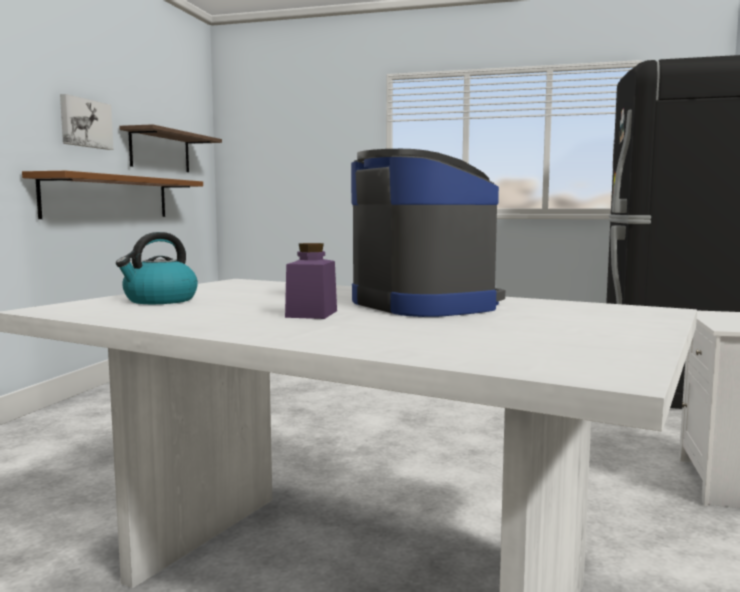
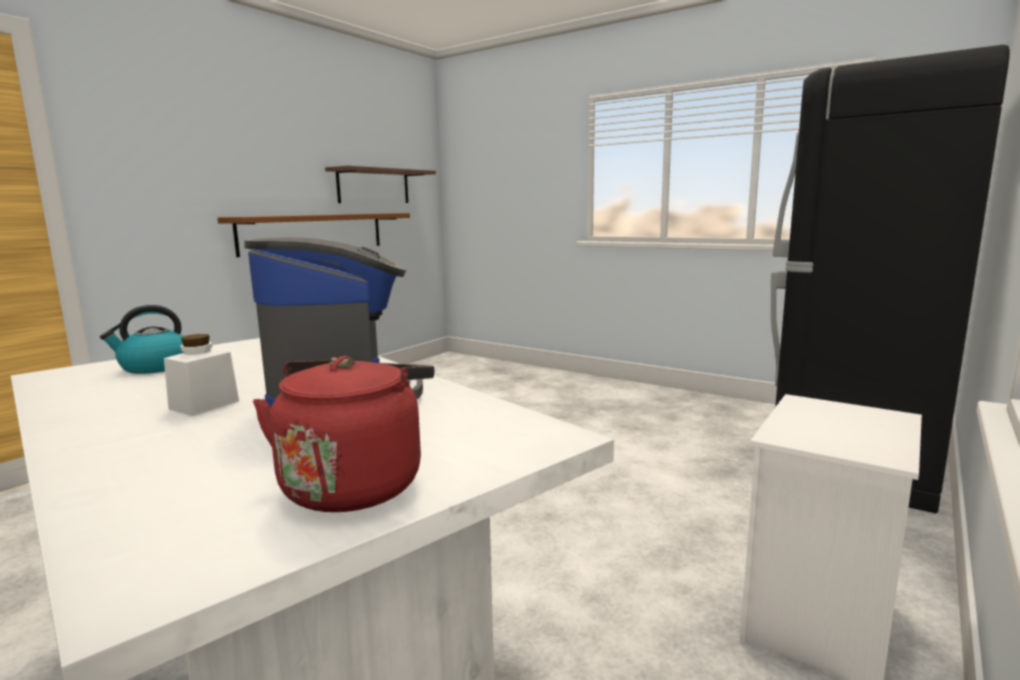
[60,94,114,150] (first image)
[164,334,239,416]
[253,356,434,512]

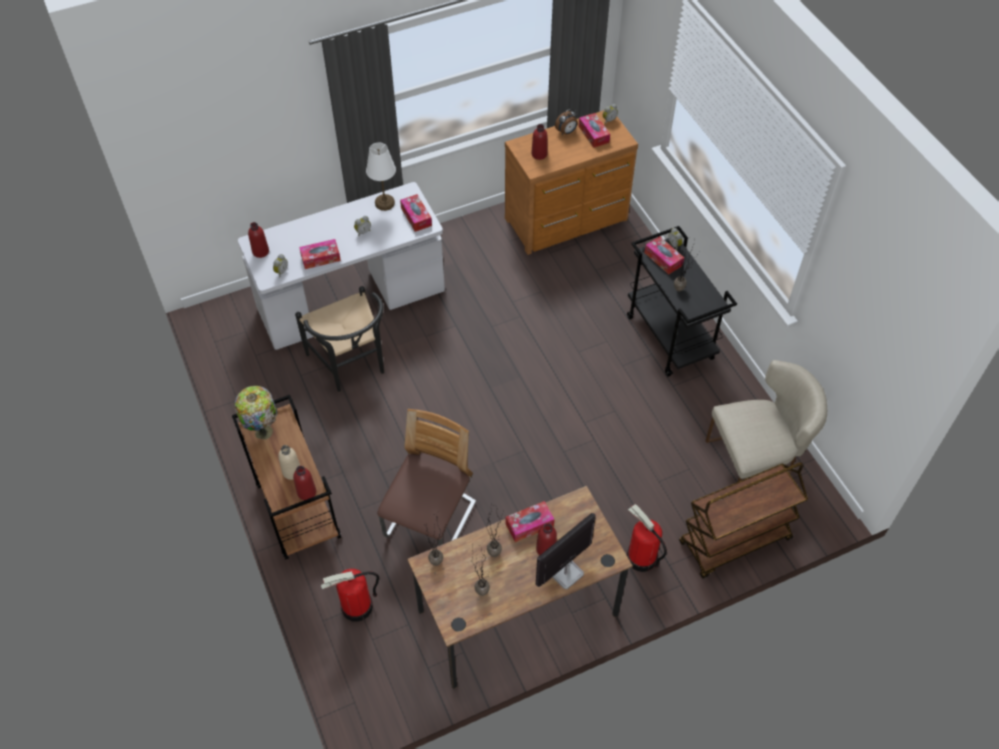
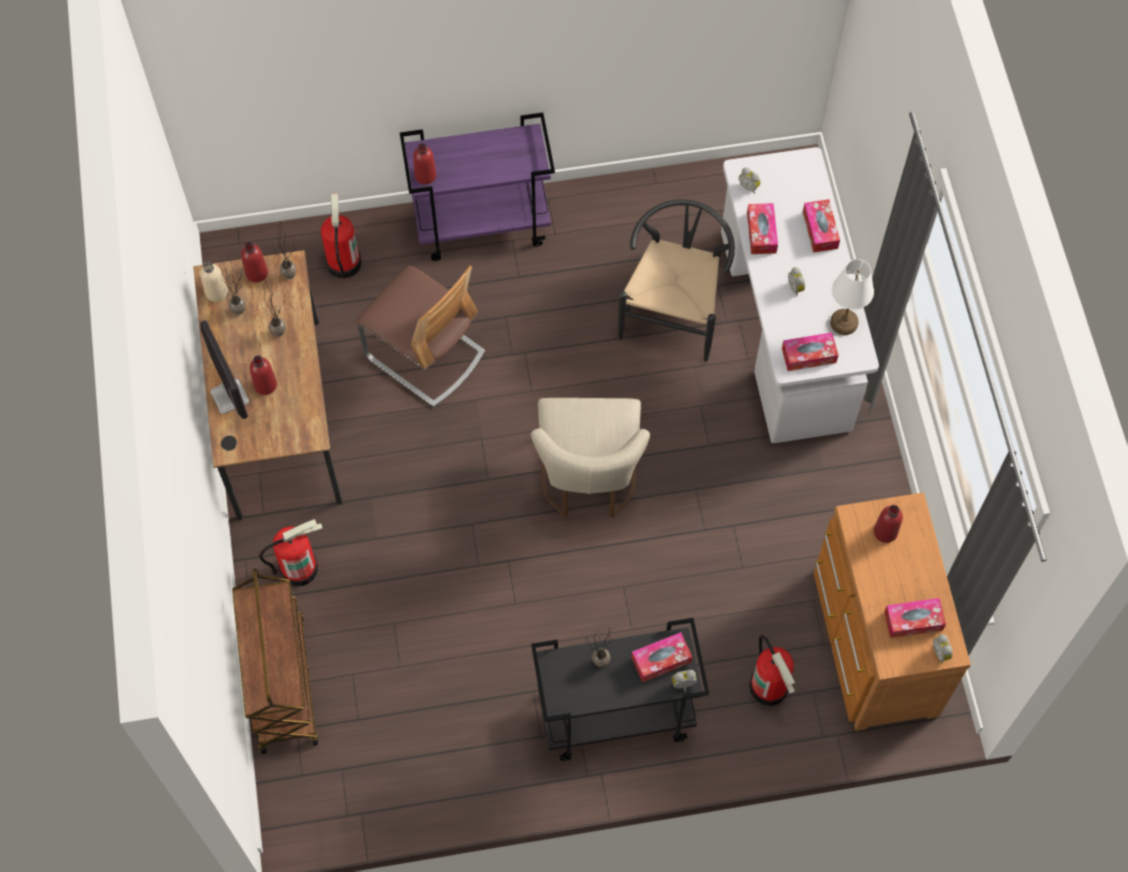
[400,112,555,261]
[235,386,278,440] (first image)
[241,242,268,283]
[200,261,228,302]
[618,199,735,362]
[803,199,840,252]
[555,109,578,135] (first image)
[531,398,650,518]
[749,635,795,706]

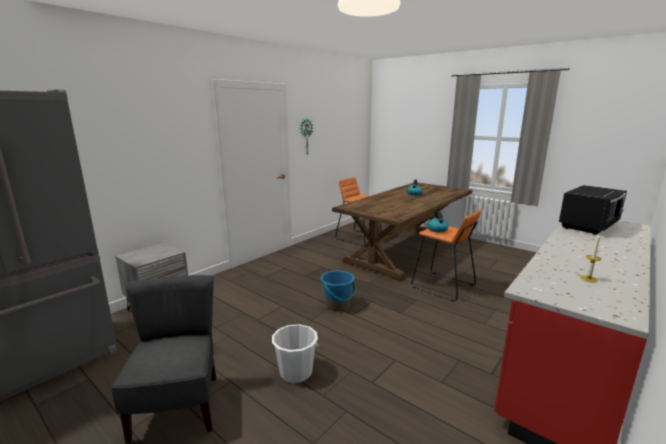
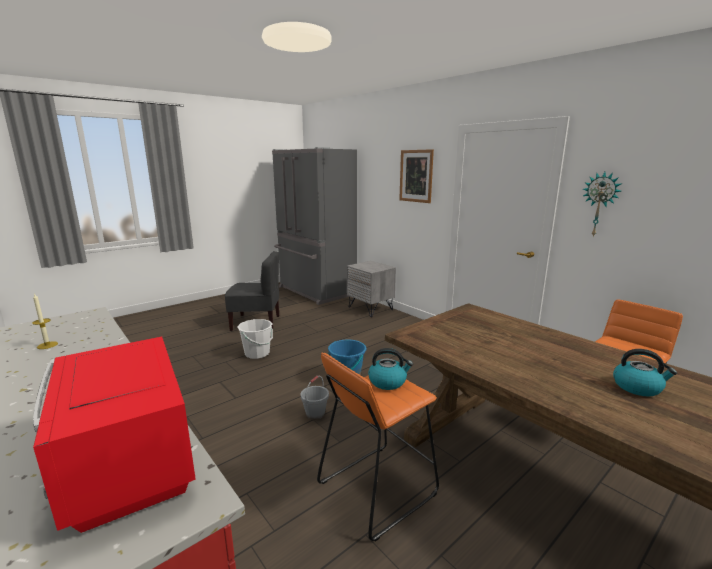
[33,337,196,533]
[301,376,329,420]
[399,149,434,203]

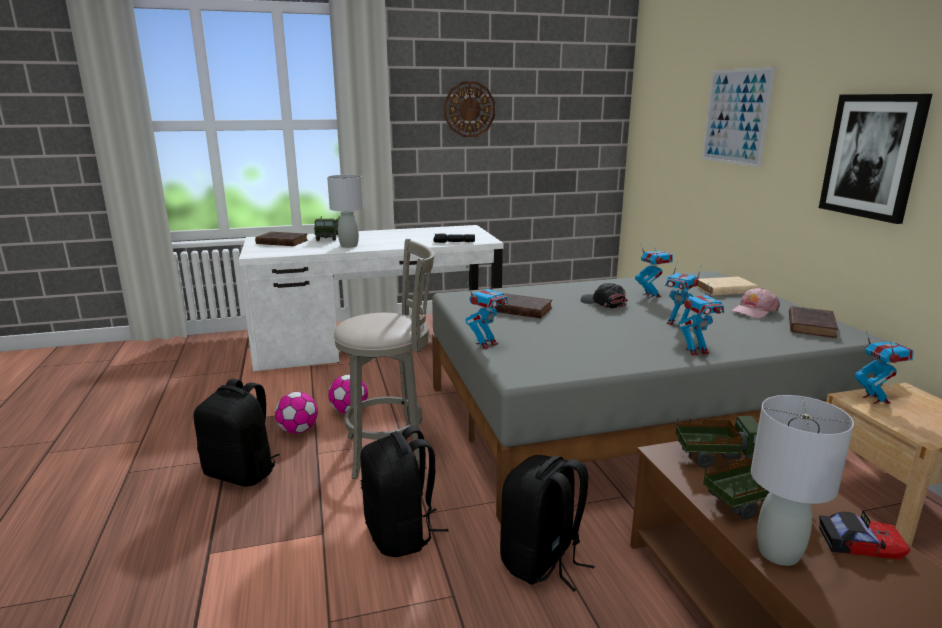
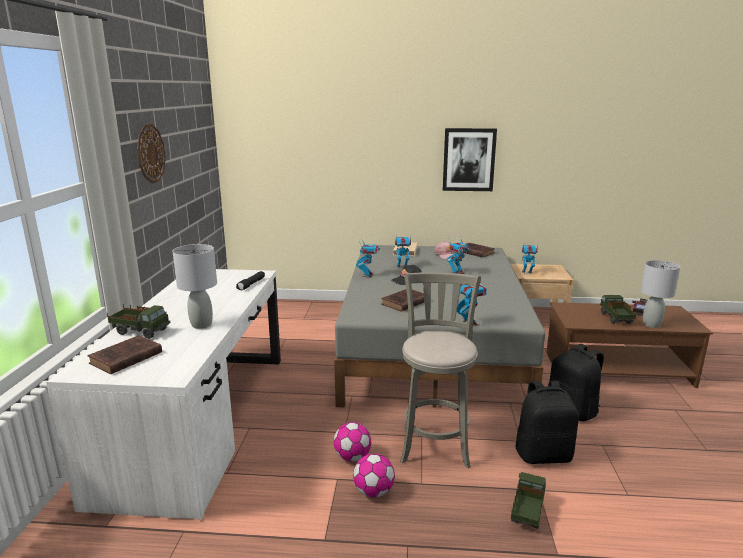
[194,379,280,486] (first image)
[511,472,546,529]
[356,240,380,278]
[702,66,776,168] (first image)

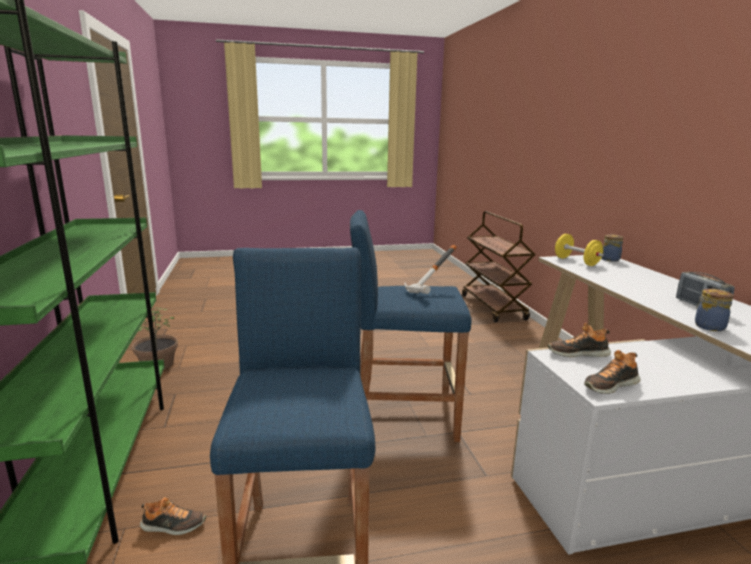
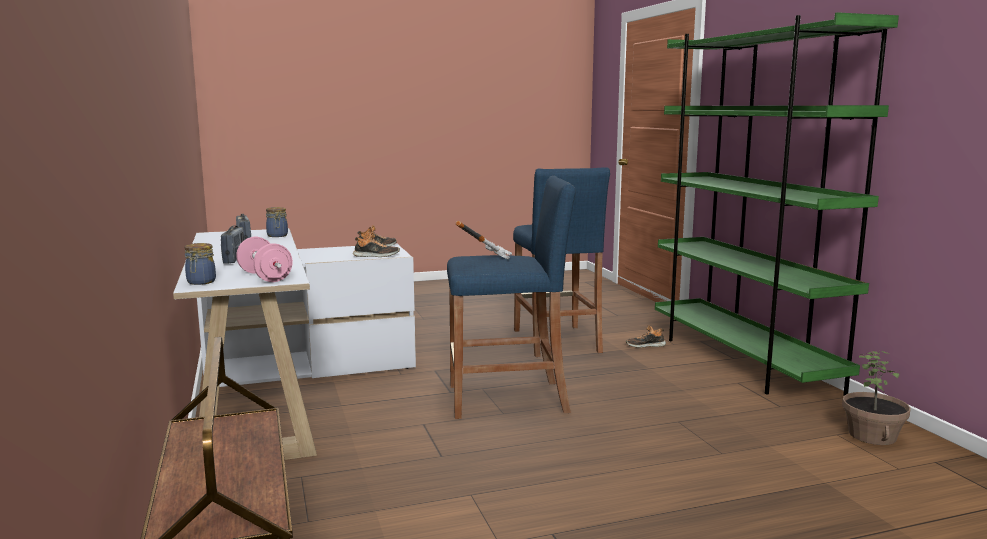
[236,237,293,282]
[221,225,245,263]

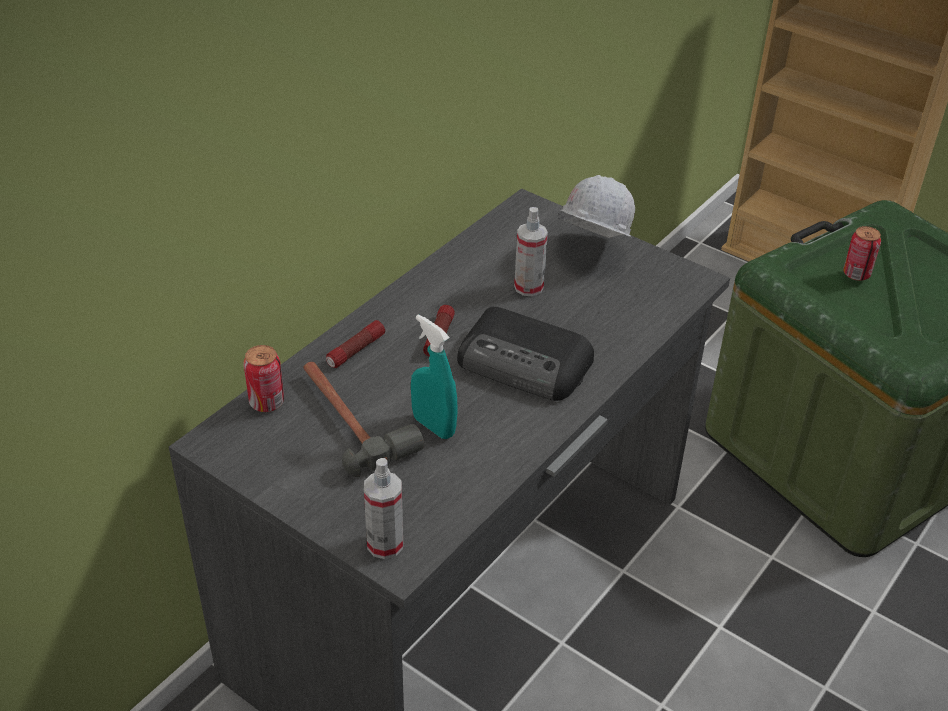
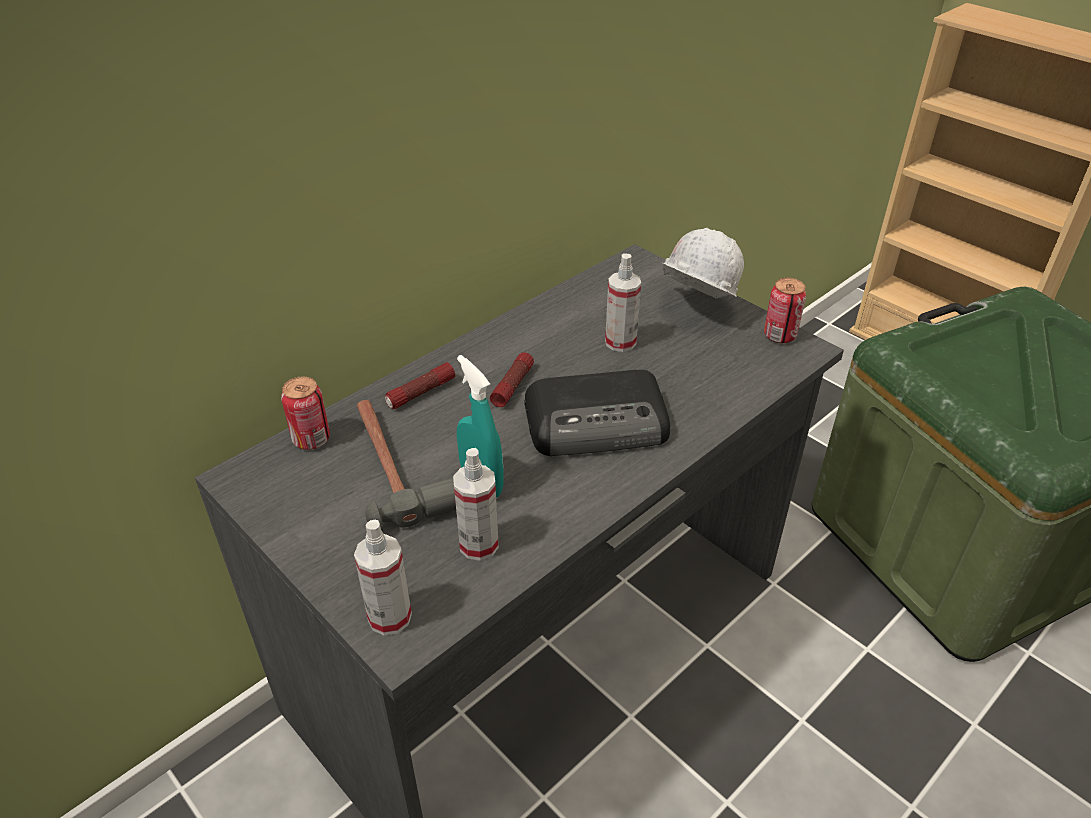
[525,370,670,456]
[764,278,806,343]
[453,448,499,561]

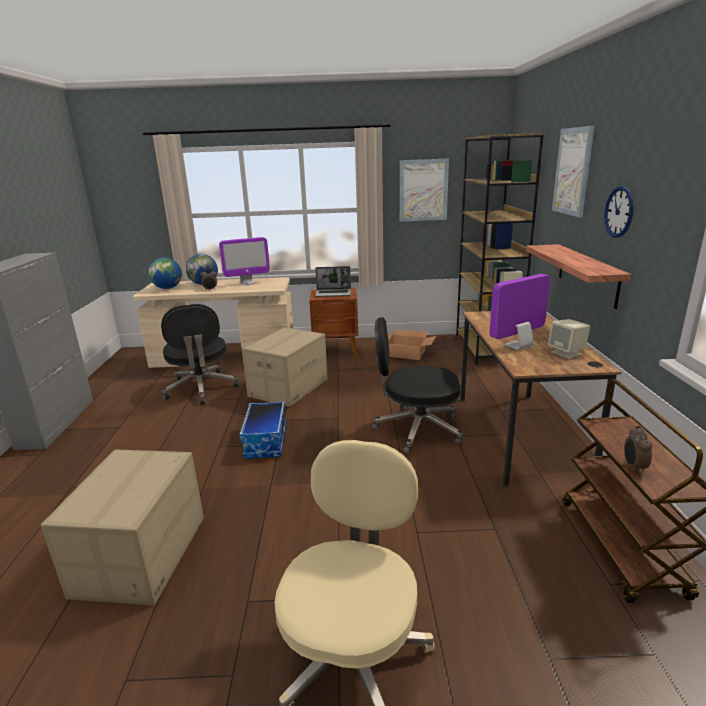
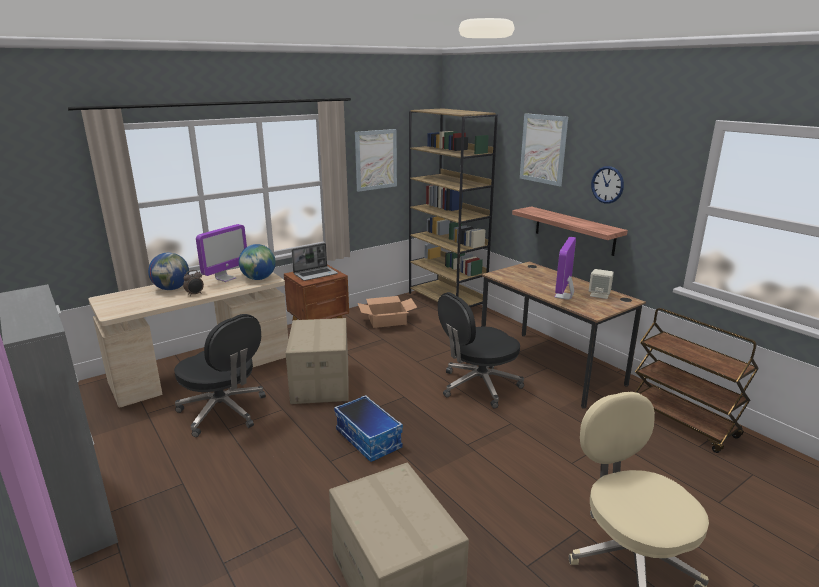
[239,244,276,280]
[624,426,652,473] (first image)

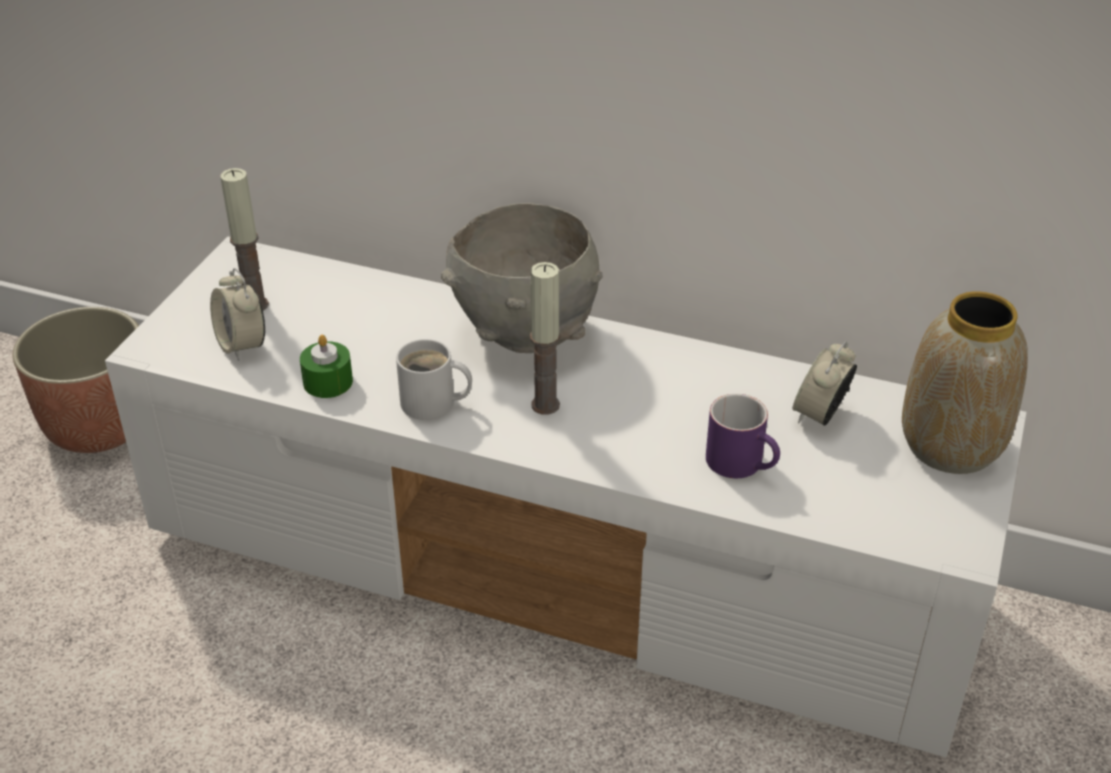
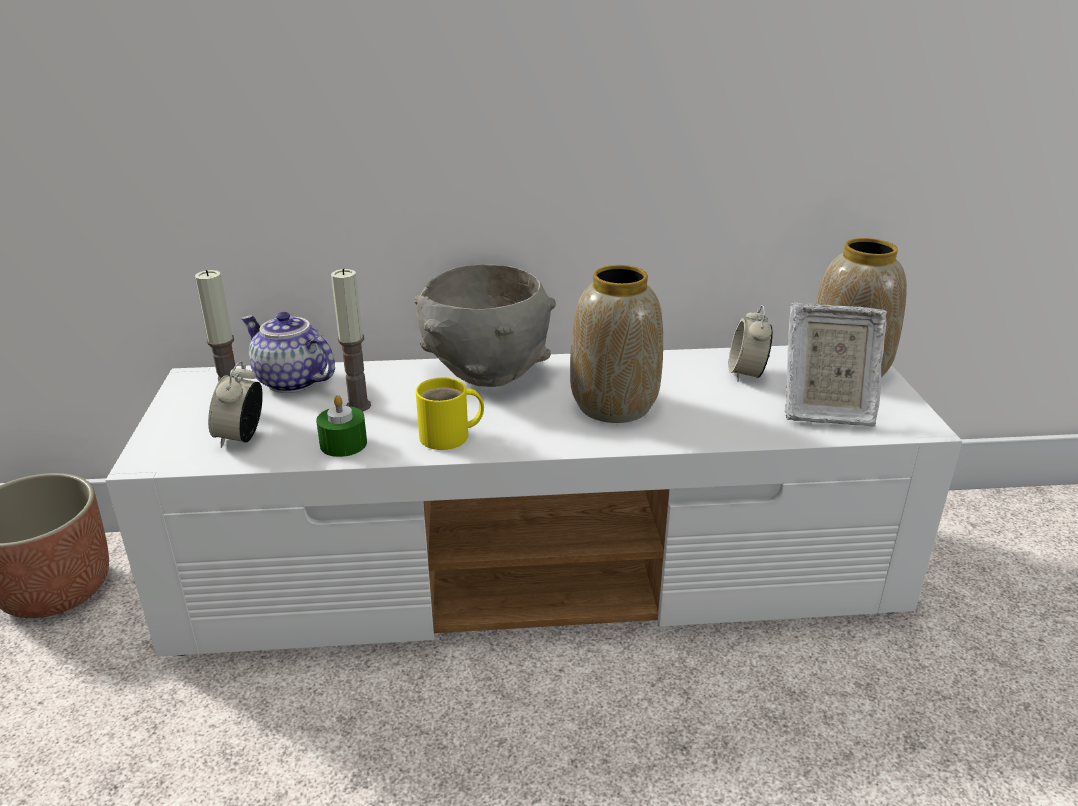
[208,361,263,448]
[416,378,484,450]
[331,269,371,411]
[706,394,780,478] (first image)
[241,312,335,393]
[570,265,663,423]
[785,303,887,427]

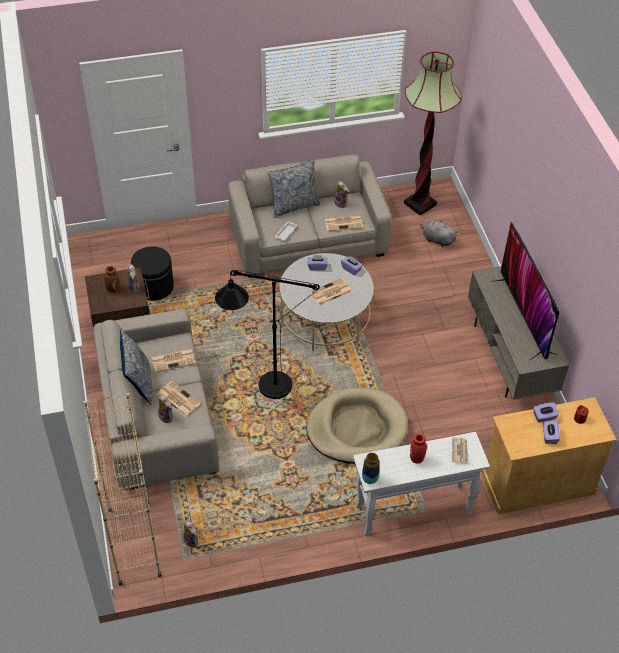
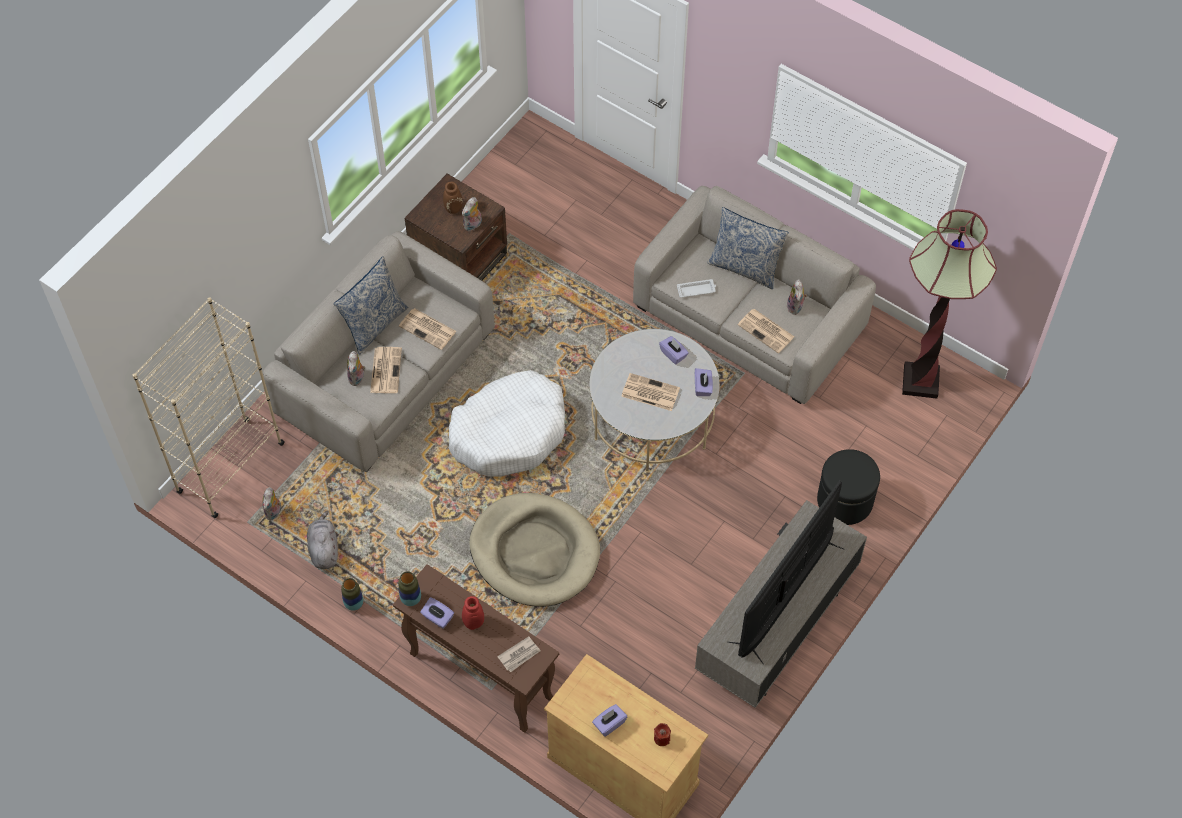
[817,449,880,525]
[449,370,565,477]
[393,564,559,733]
[307,511,338,569]
[420,597,454,629]
[341,578,363,611]

